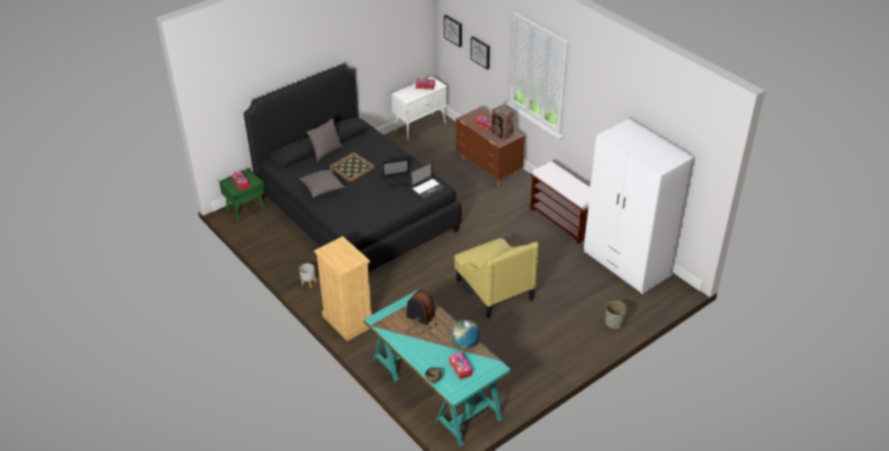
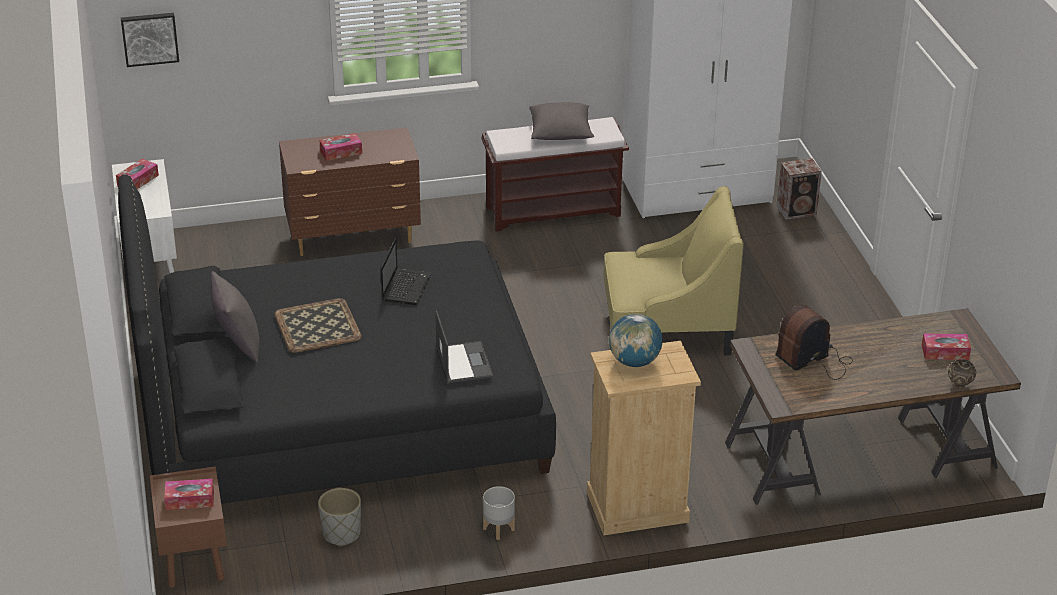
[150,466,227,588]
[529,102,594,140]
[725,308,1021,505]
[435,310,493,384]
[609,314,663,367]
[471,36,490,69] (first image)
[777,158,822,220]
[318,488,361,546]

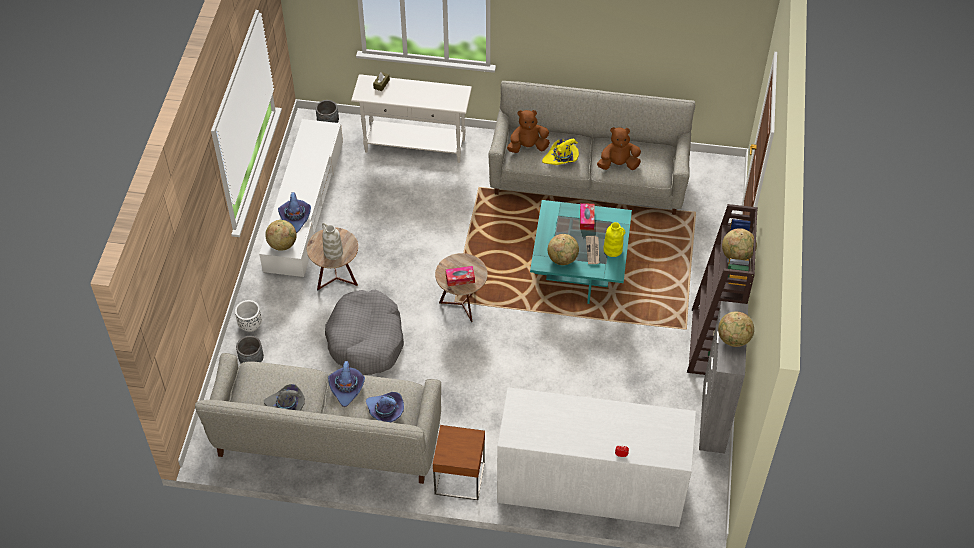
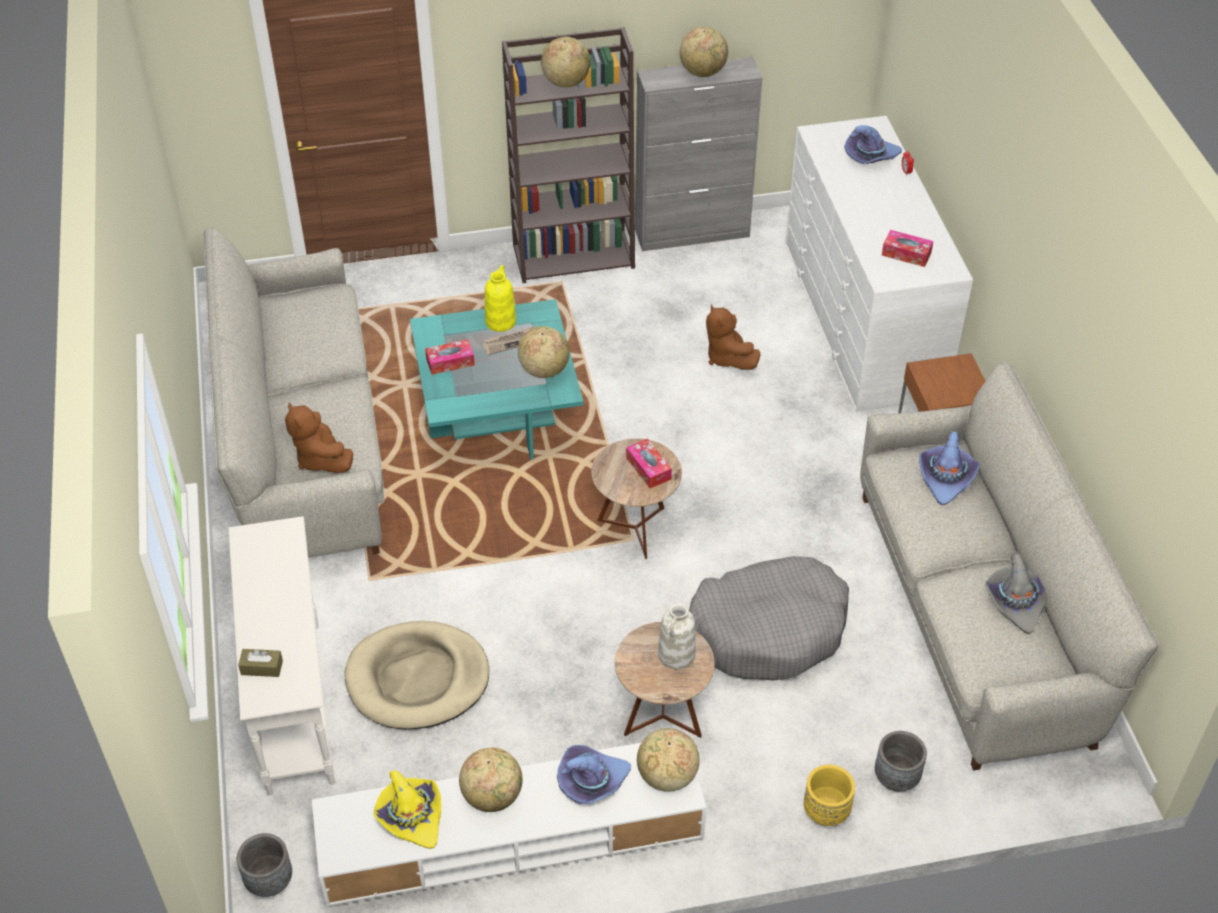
[804,765,855,826]
[844,125,902,164]
[374,770,441,849]
[706,304,761,370]
[345,621,489,729]
[459,748,522,812]
[882,230,933,267]

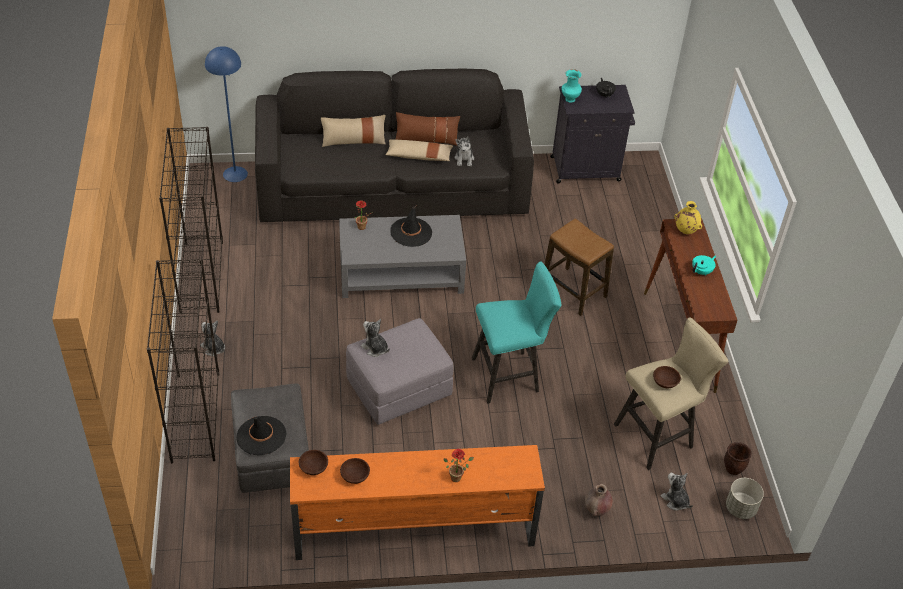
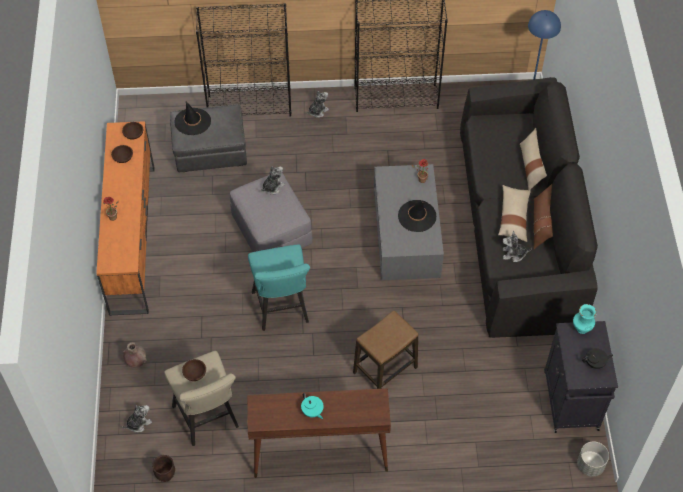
[674,201,702,234] (first image)
[577,441,609,477]

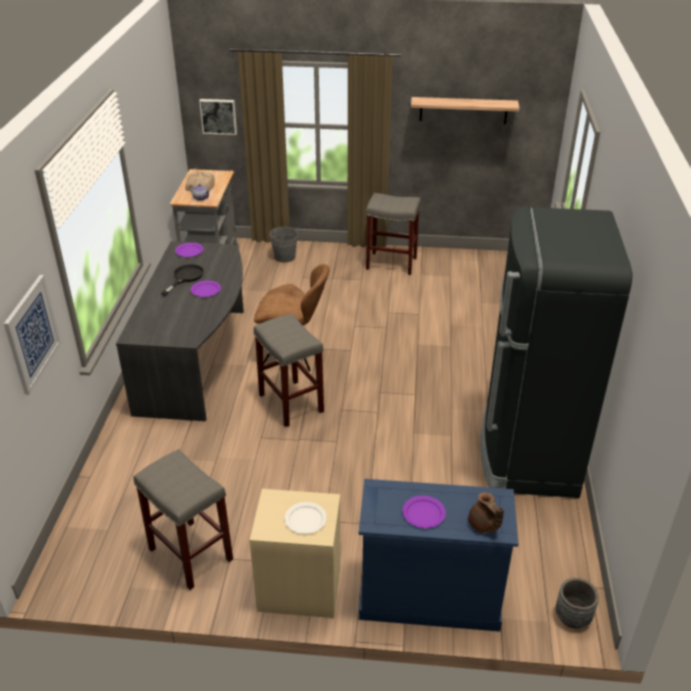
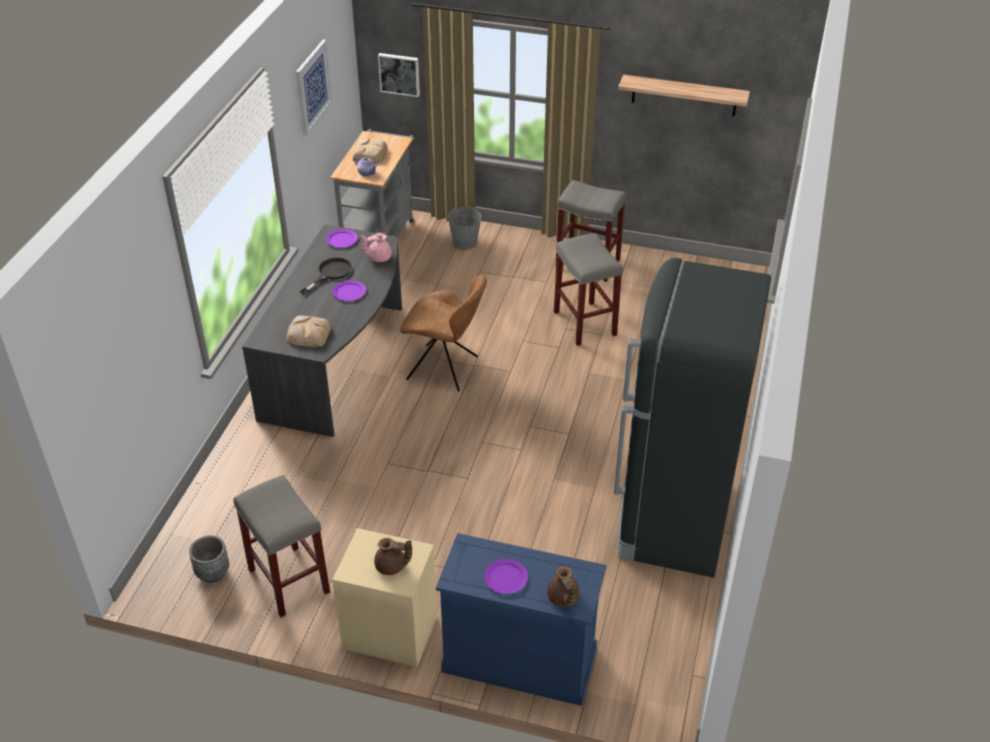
[296,39,333,136]
[554,233,623,346]
[374,538,412,575]
[189,535,229,583]
[287,316,331,347]
[361,233,392,262]

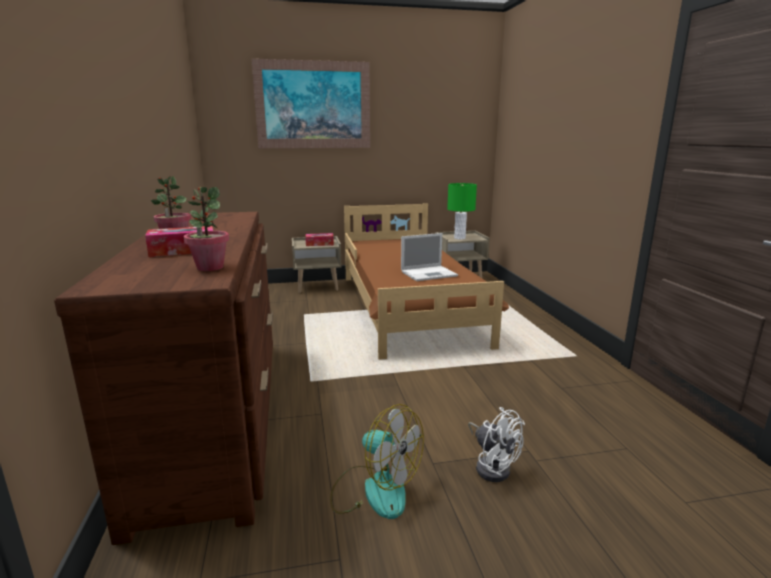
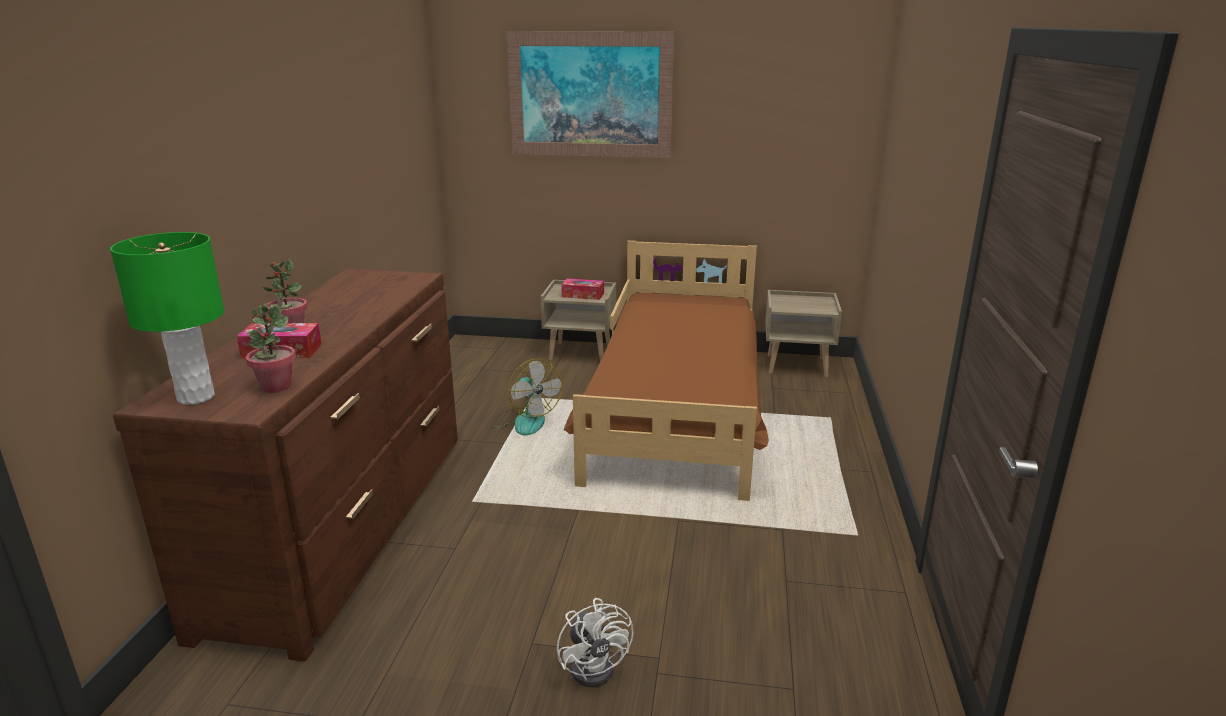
[489,359,562,435]
[401,233,458,281] (first image)
[110,232,225,405]

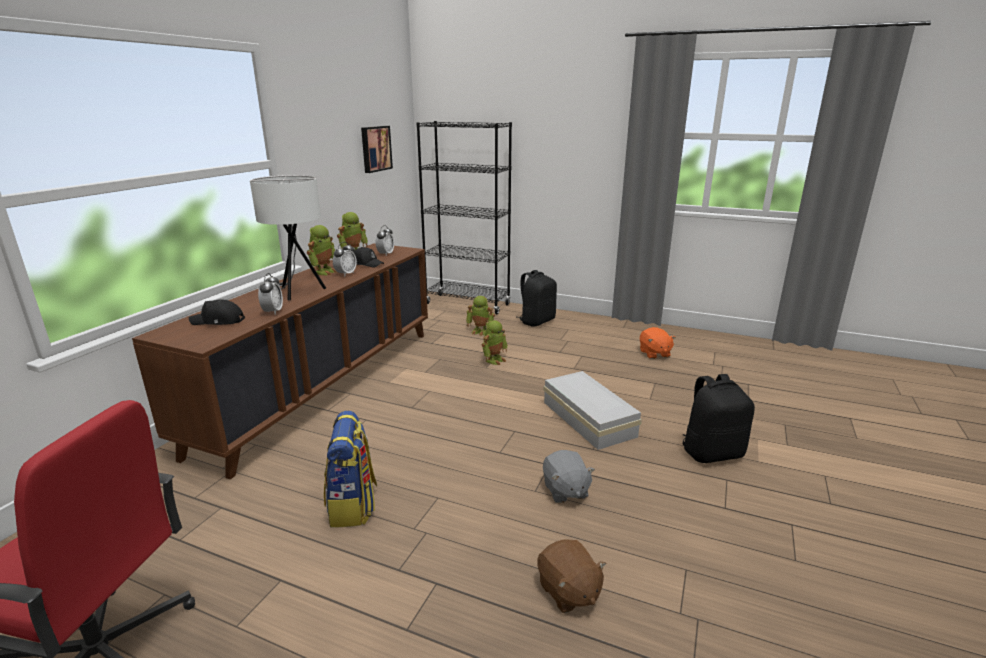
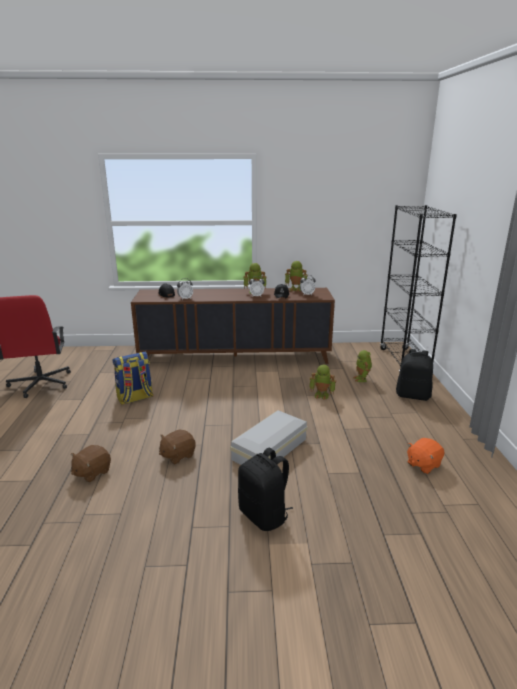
[250,175,326,300] (first image)
[361,126,393,173] (first image)
[159,429,196,464]

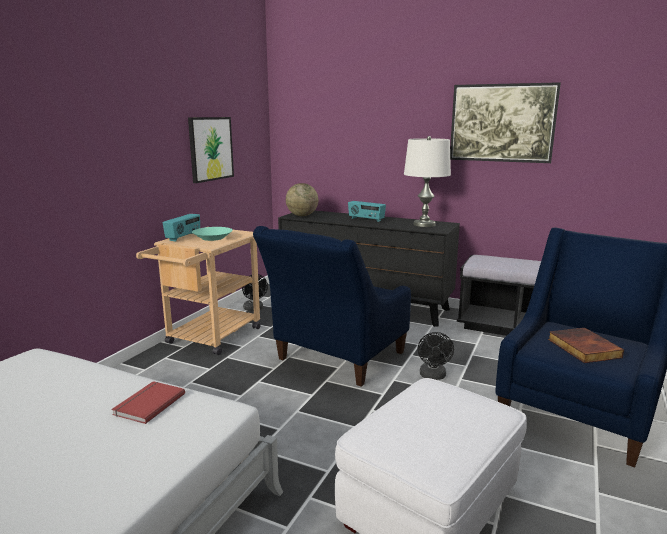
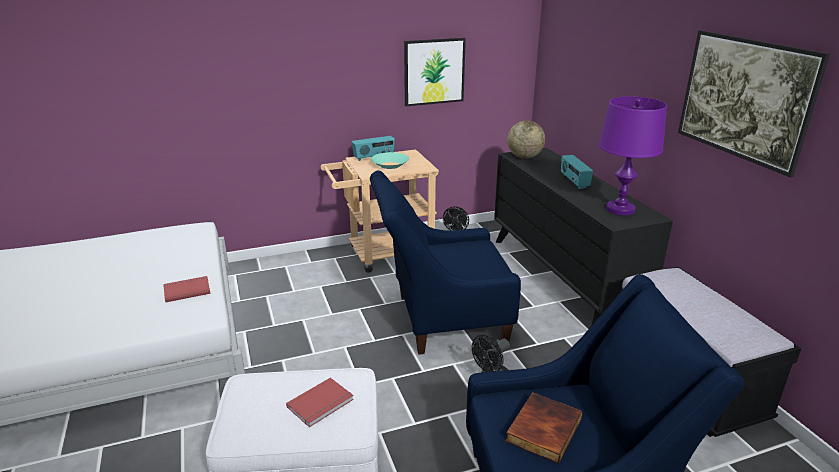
[599,96,667,215]
[286,378,354,427]

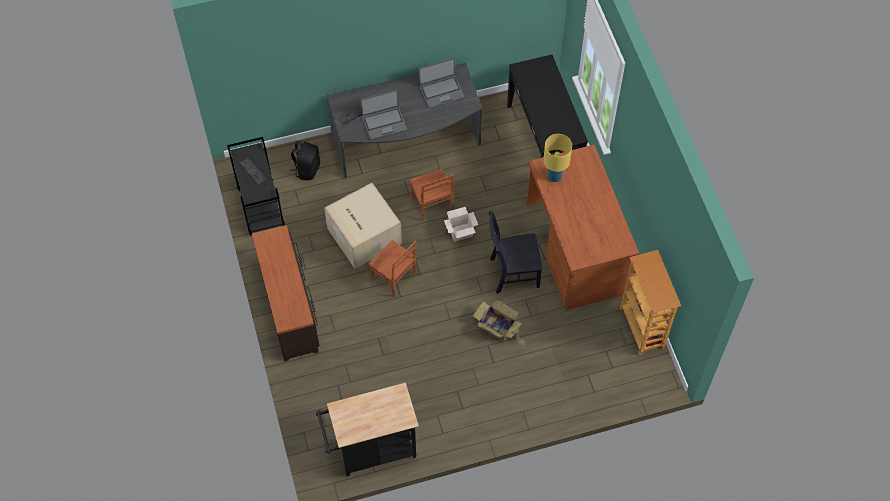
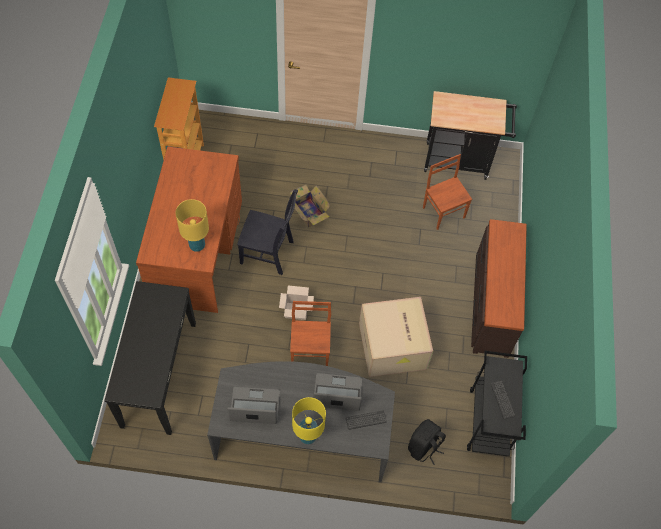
[423,154,472,230]
[292,397,326,444]

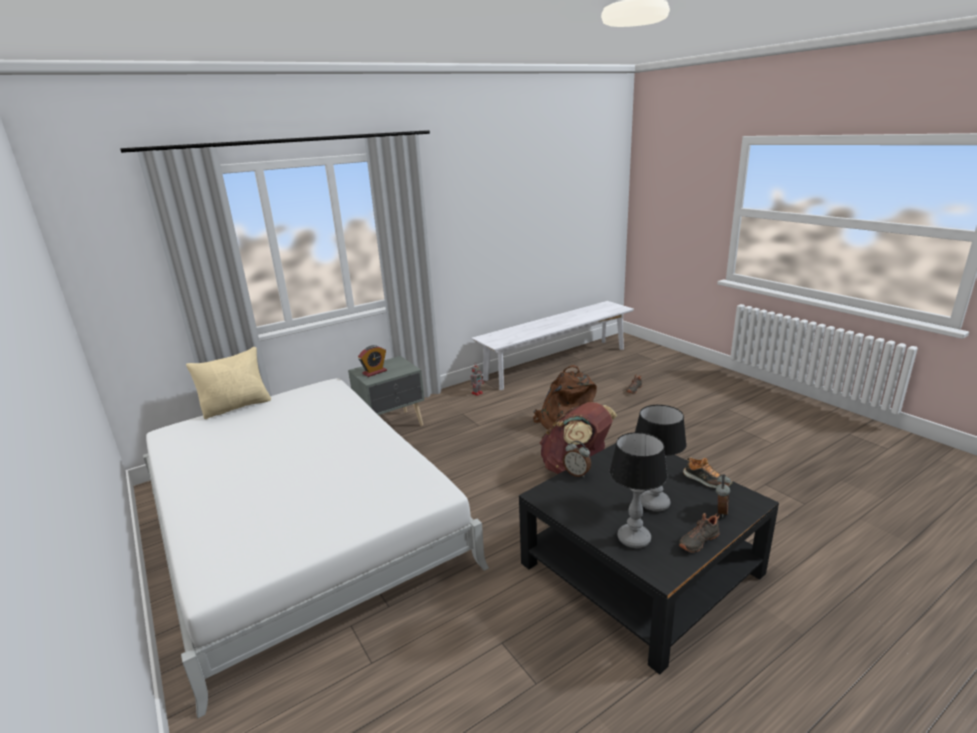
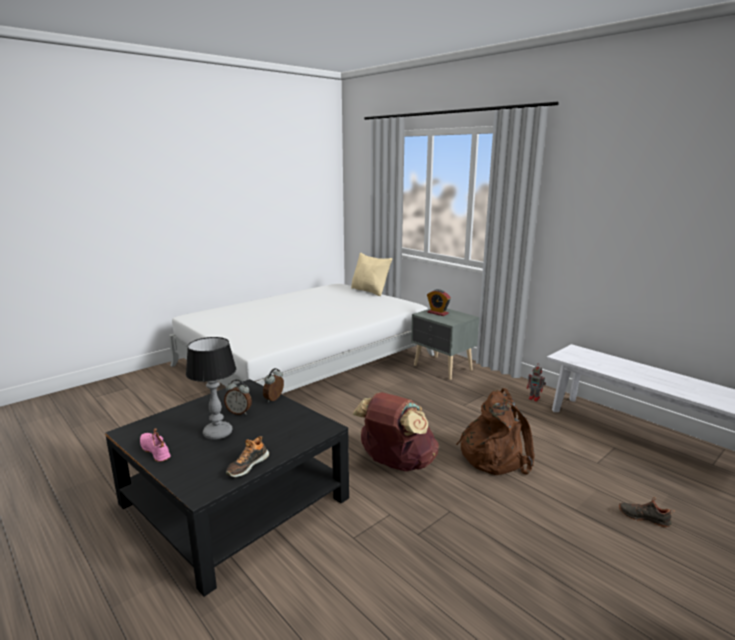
[609,432,668,548] (first image)
[140,428,171,462]
[224,379,252,415]

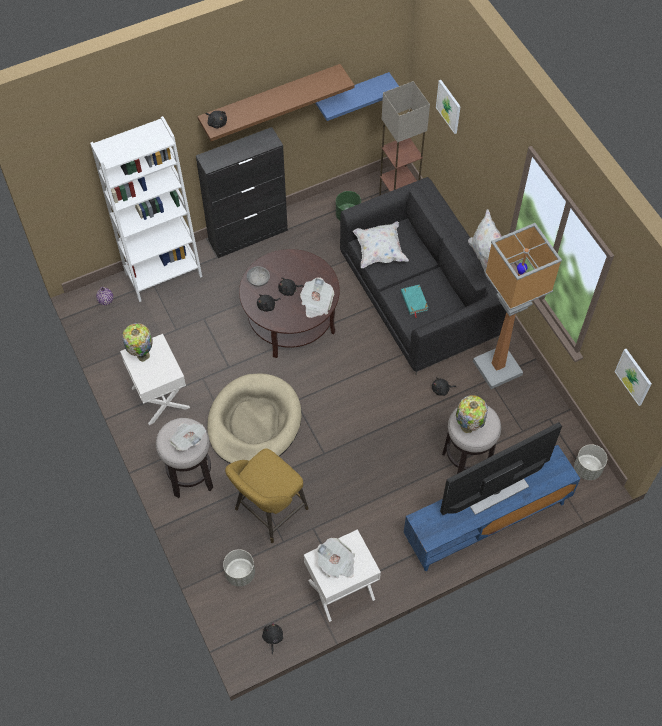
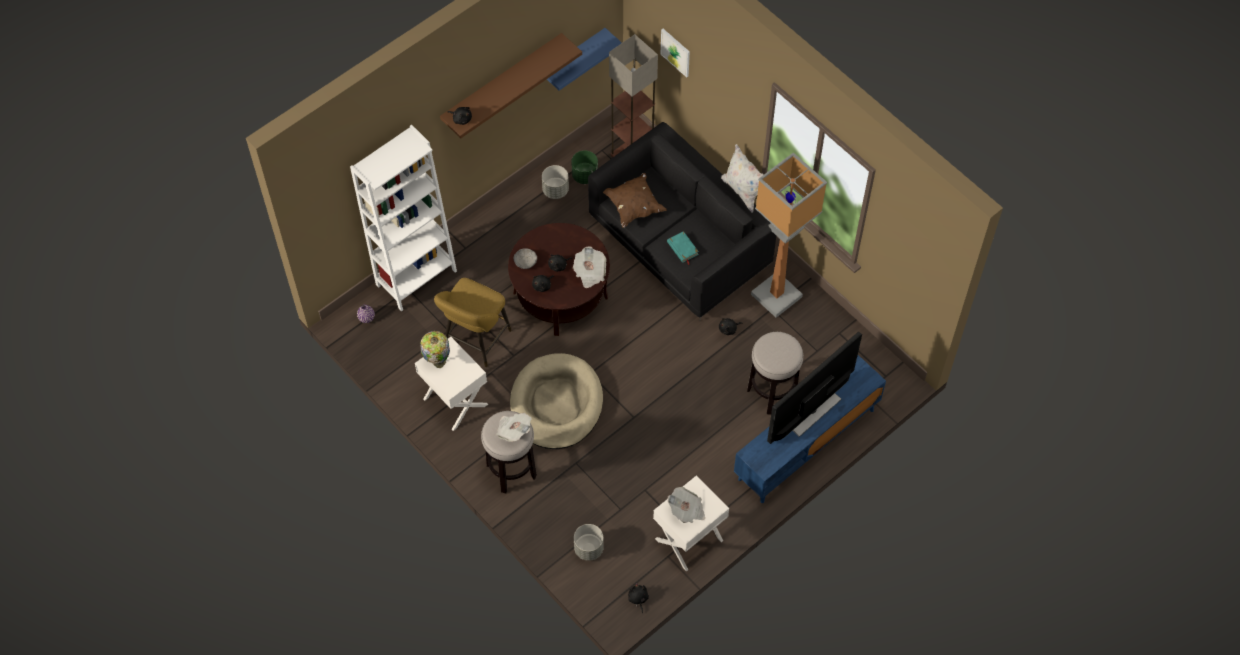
[196,127,288,258] (first image)
[434,278,512,367]
[603,173,667,228]
[456,395,488,433] (first image)
[542,165,569,199]
[615,349,652,406] (first image)

